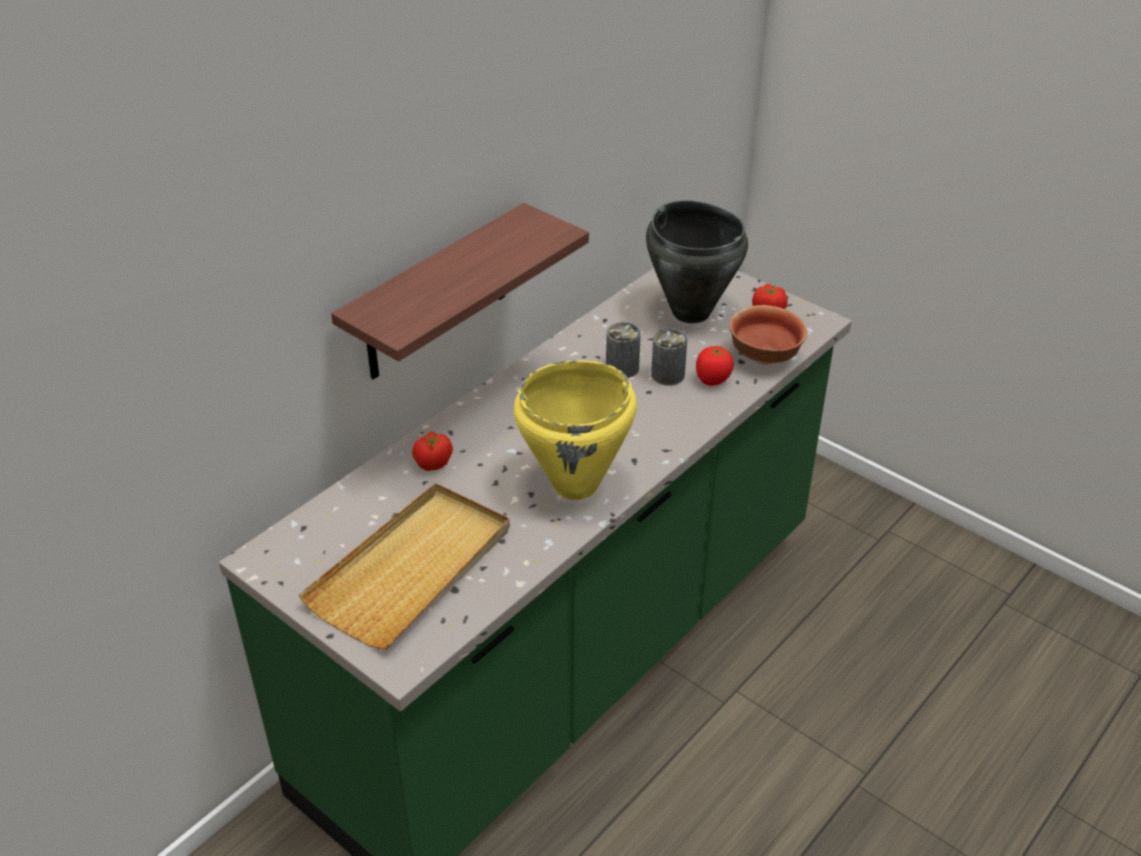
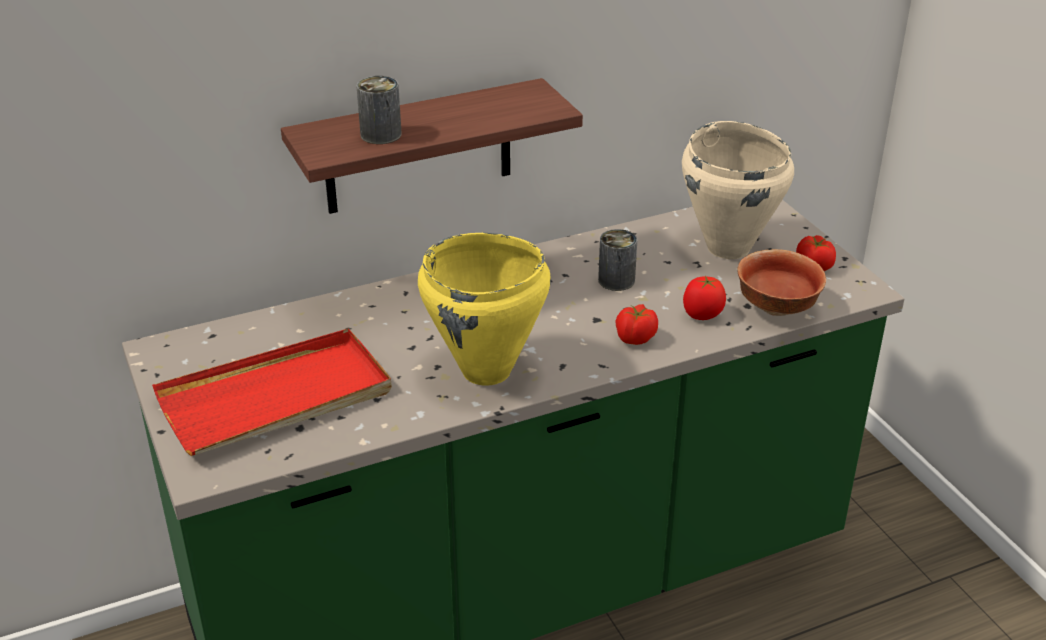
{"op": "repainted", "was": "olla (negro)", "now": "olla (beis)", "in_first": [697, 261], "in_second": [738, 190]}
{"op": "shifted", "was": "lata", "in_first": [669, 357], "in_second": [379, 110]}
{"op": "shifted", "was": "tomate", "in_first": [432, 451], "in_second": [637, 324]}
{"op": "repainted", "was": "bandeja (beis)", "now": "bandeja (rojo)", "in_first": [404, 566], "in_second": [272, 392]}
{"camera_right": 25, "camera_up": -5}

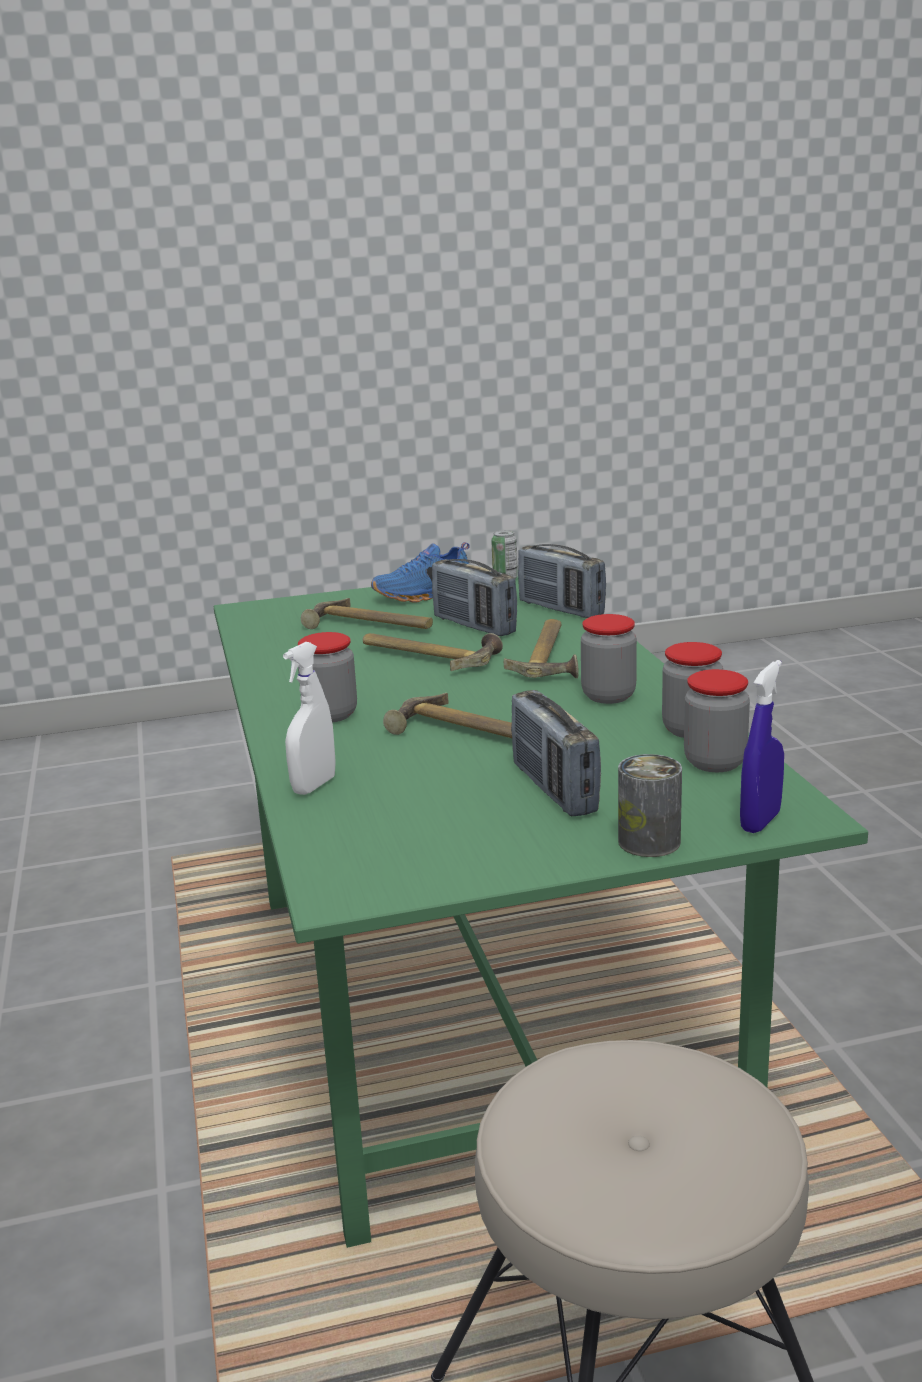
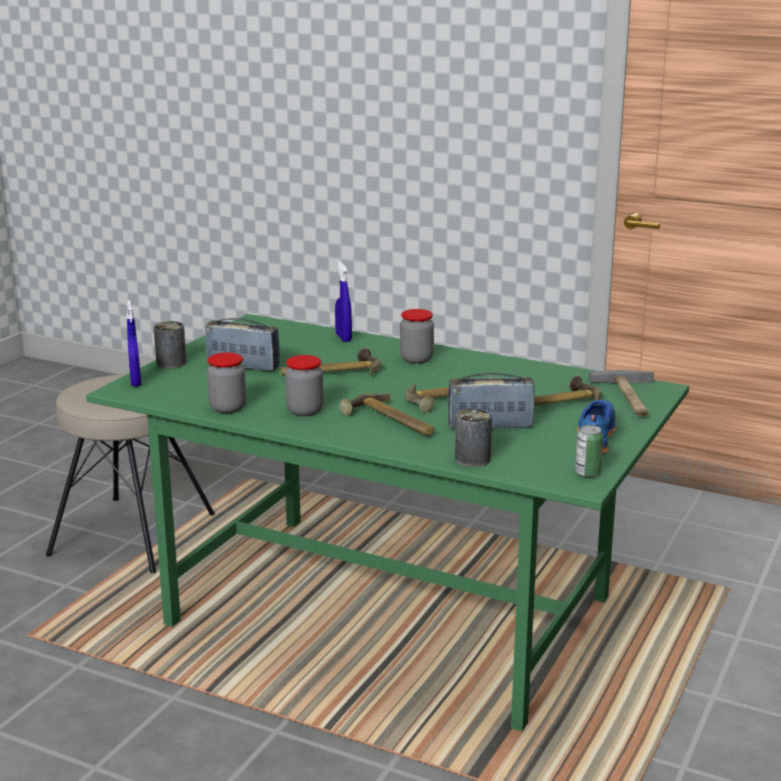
{"op": "swapped", "was": "radio", "now": "lata", "in_first": [562, 581], "in_second": [473, 437]}
{"op": "repainted", "was": "pulverizador (blanco)", "now": "pulverizador (azul)", "in_first": [309, 718], "in_second": [343, 302]}
{"op": "gone", "was": "tarro", "in_first": [717, 720]}
{"op": "new", "now": "martillo", "in_second": [621, 393]}
{"camera_right": 130, "camera_up": 0}

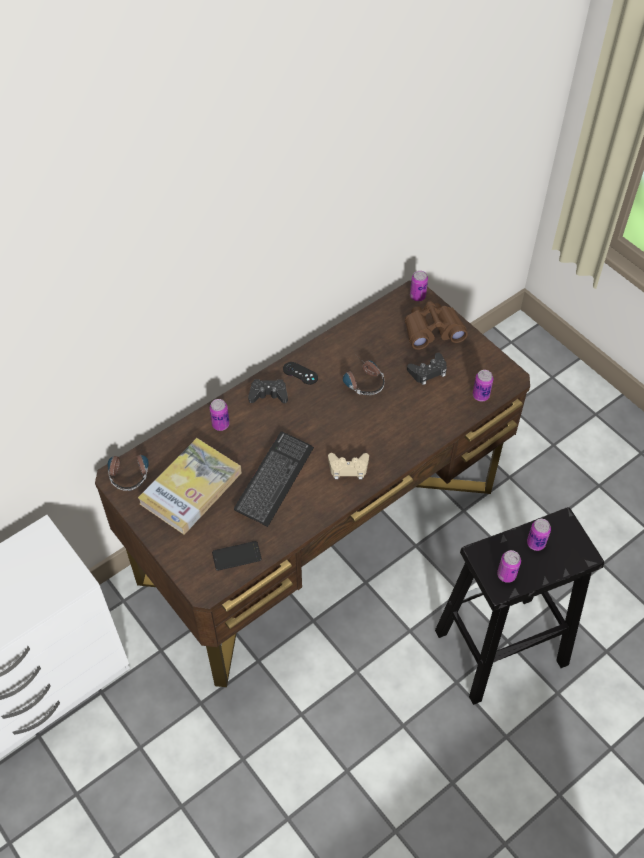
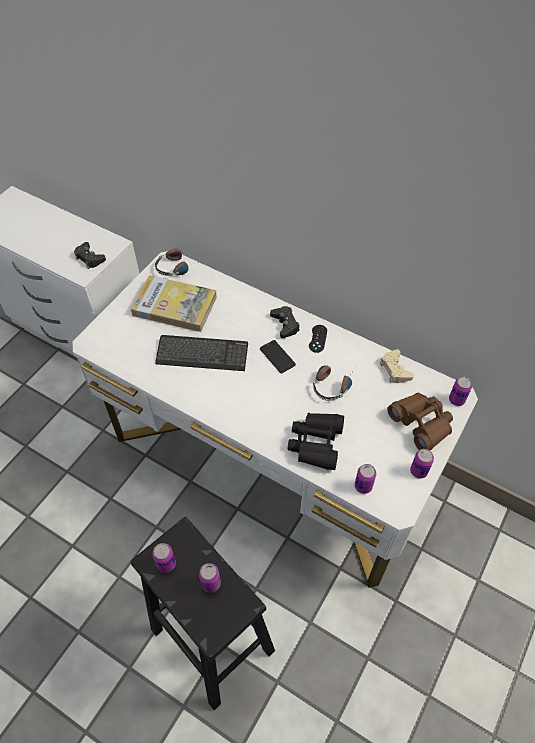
{"op": "repainted", "was": "escritorio (marrón)", "now": "escritorio (blanco)", "in_first": [312, 484], "in_second": [275, 419]}
{"op": "shifted", "was": "mando de consola (negro)", "in_first": [427, 369], "in_second": [90, 255]}
{"op": "shifted", "was": "lata", "in_first": [220, 415], "in_second": [422, 464]}
{"op": "shifted", "was": "mando de consola (beis)", "in_first": [348, 466], "in_second": [397, 366]}
{"op": "shifted", "was": "móvil", "in_first": [237, 556], "in_second": [278, 356]}
{"op": "new", "now": "prismáticos (negro)", "in_second": [316, 441]}
{"camera_right": 70, "camera_up": 0}

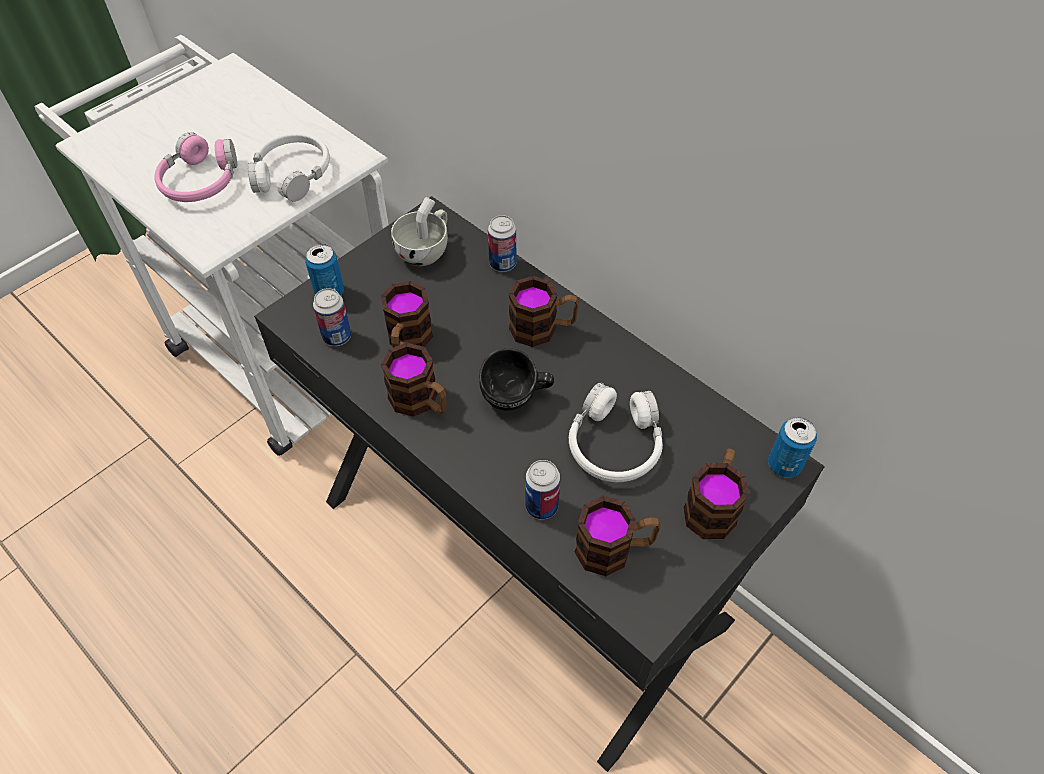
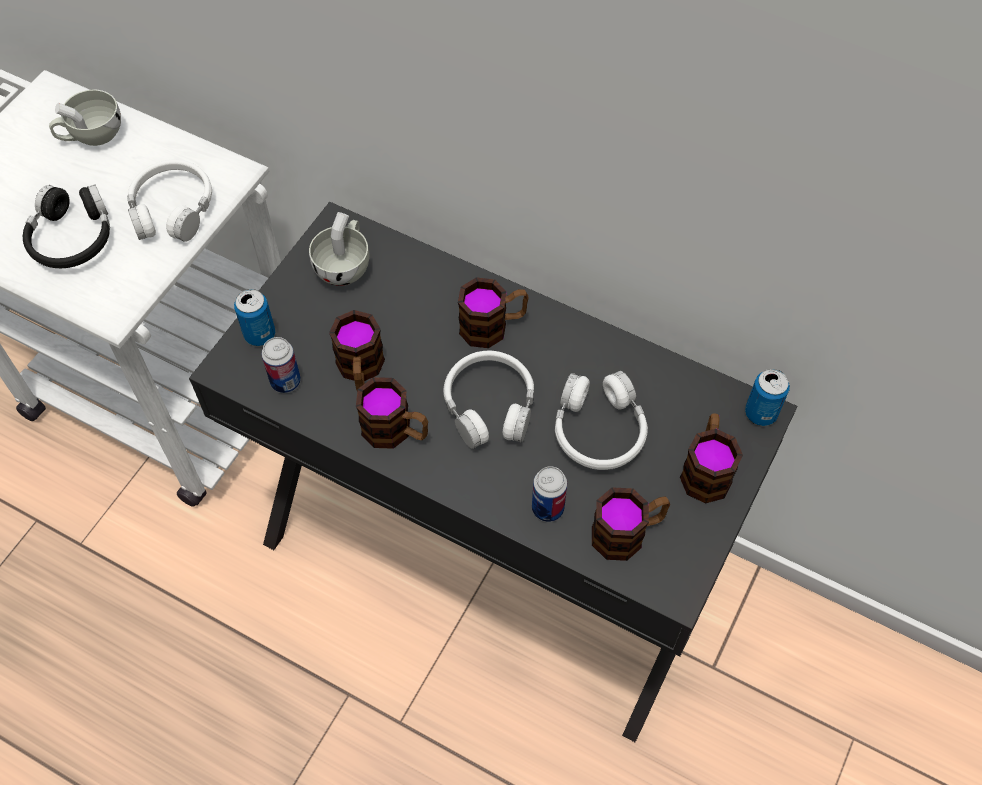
{"op": "repainted", "was": "auriculares (rosa)", "now": "auriculares (negro)", "in_first": [196, 167], "in_second": [66, 226]}
{"op": "gone", "was": "lata", "in_first": [502, 243]}
{"op": "swapped", "was": "taza grande (negro)", "now": "auriculares (blanco)", "in_first": [516, 379], "in_second": [488, 399]}
{"op": "new", "now": "taza (blanco)", "in_second": [85, 118]}
{"camera_right": -15, "camera_up": 5}

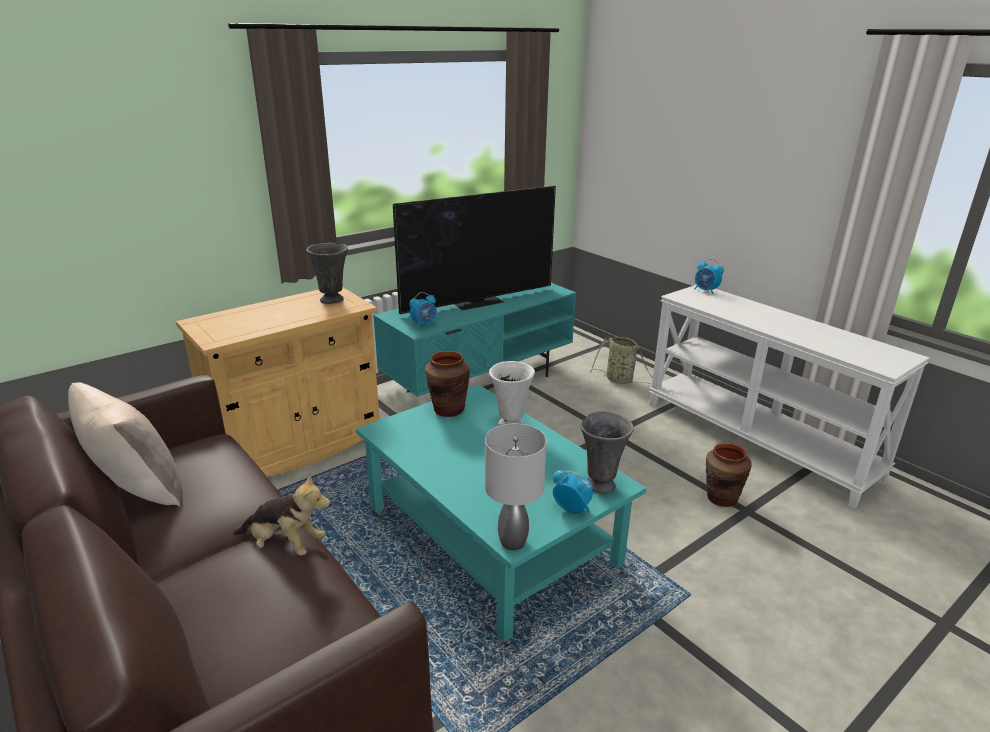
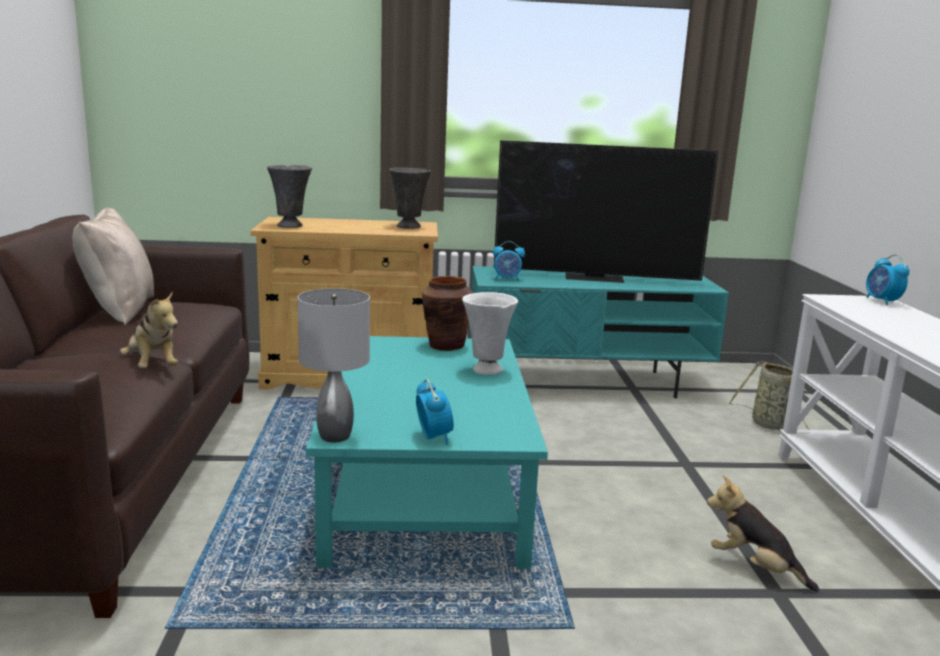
{"op": "shifted", "was": "florero (gris)", "in_first": [607, 452], "in_second": [289, 196]}
{"op": "swapped", "was": "florero (marrón)", "now": "peluche", "in_first": [729, 475], "in_second": [763, 533]}
{"camera_right": 35, "camera_up": -10}

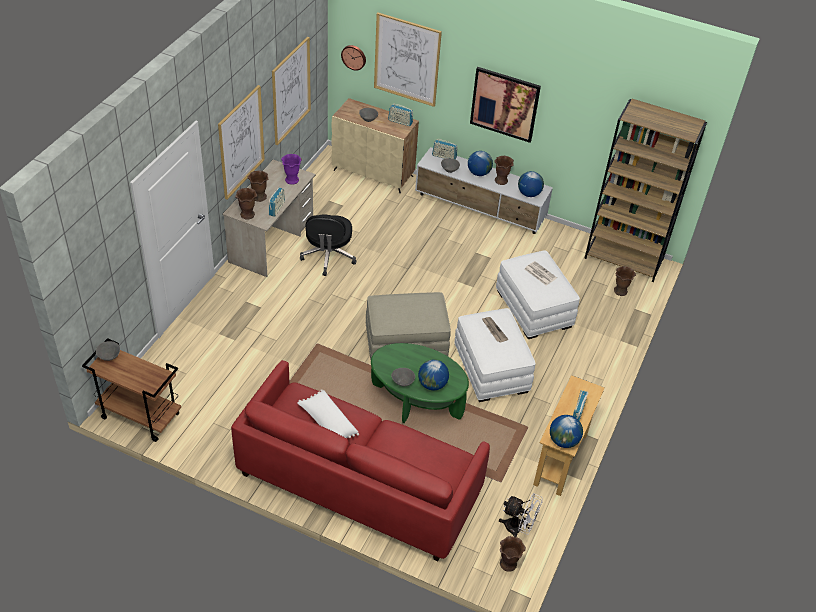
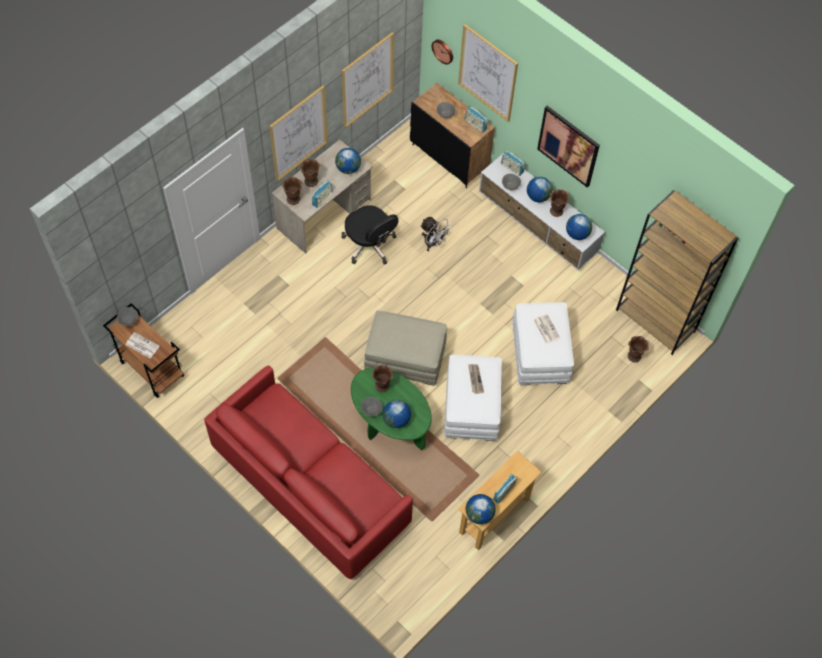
{"op": "repainted", "was": "armario (beis)", "now": "armario (negro)", "in_first": [375, 146], "in_second": [452, 135]}
{"op": "swapped", "was": "florero (morado)", "now": "globo terráqueo", "in_first": [291, 169], "in_second": [348, 161]}
{"op": "rotated", "was": "silla de oficina (negro)", "in_first": [328, 245], "in_second": [369, 234], "clockwise": -60}
{"op": "gone", "was": "cojín (blanco)", "in_first": [328, 414]}
{"op": "shifted", "was": "ventilador (blanco)", "in_first": [521, 515], "in_second": [436, 234]}
{"op": "shifted", "was": "florero (marrón)", "in_first": [513, 554], "in_second": [382, 378]}
{"op": "new", "now": "periódico", "in_second": [143, 345]}
{"camera_right": 20, "camera_up": 15}

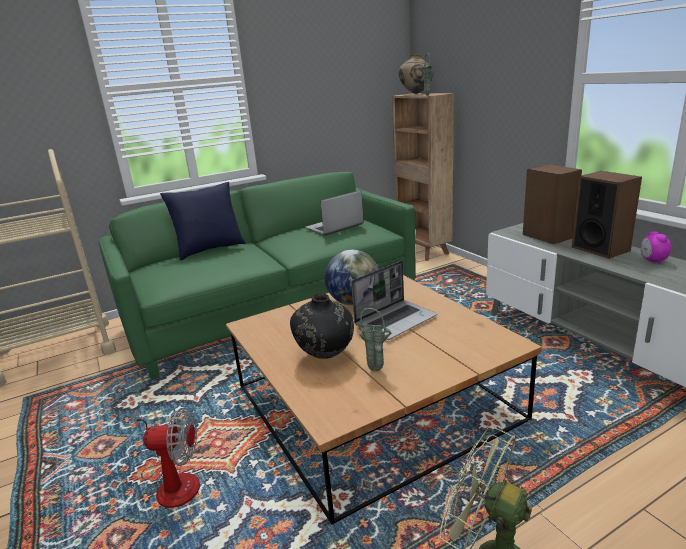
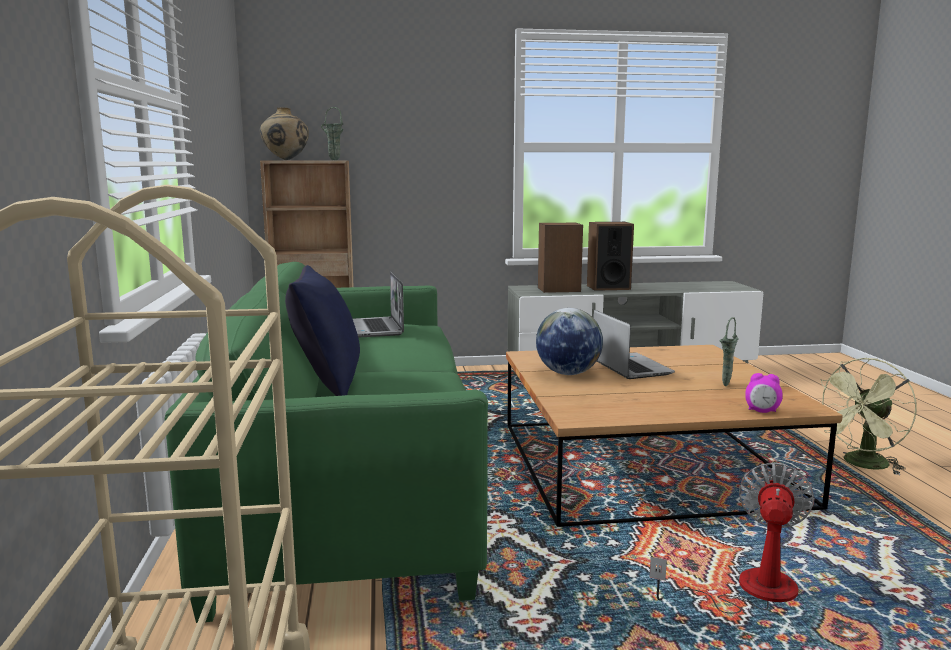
{"op": "shifted", "was": "despertador", "in_first": [656, 247], "in_second": [764, 393]}
{"op": "gone", "was": "florero (negro)", "in_first": [322, 326]}
{"camera_right": -70, "camera_up": -10}

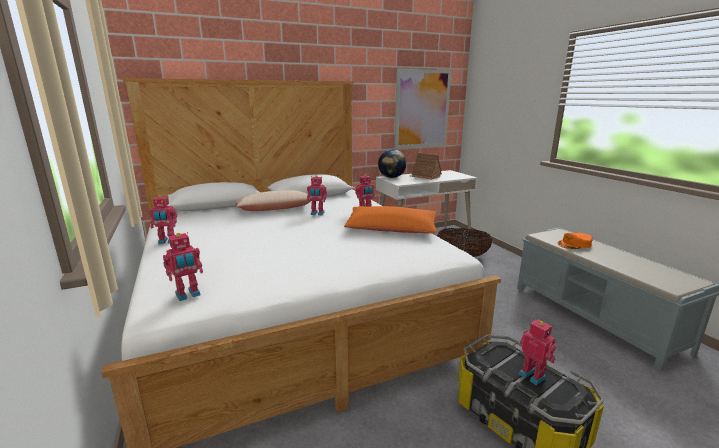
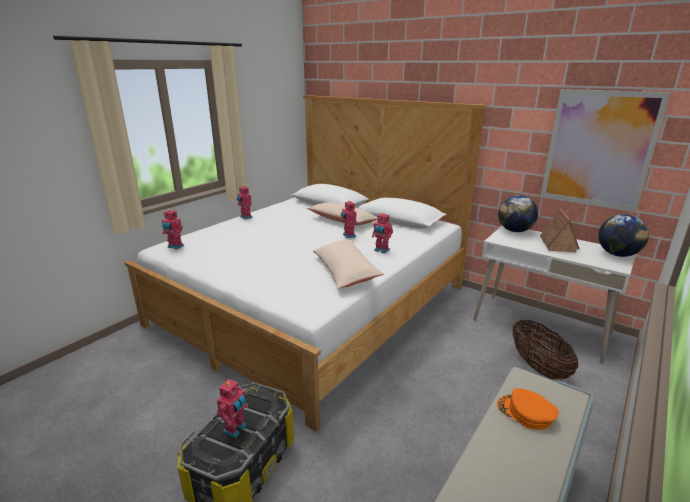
{"op": "repainted", "was": "cojín (naranja)", "now": "cojín (beis)", "in_first": [390, 219], "in_second": [348, 264]}
{"op": "new", "now": "globo terráqueo", "in_second": [623, 235]}
{"camera_right": 60, "camera_up": 5}

